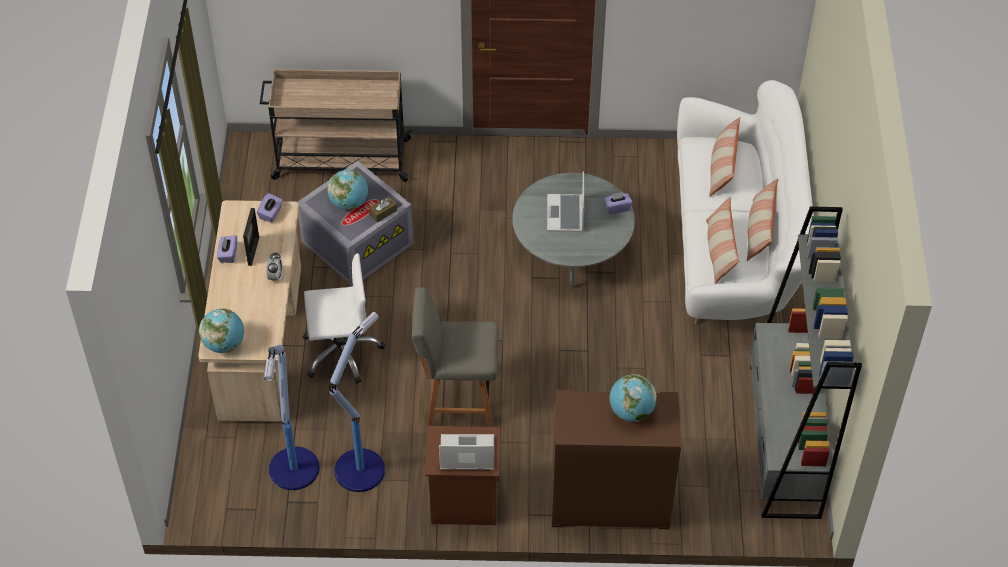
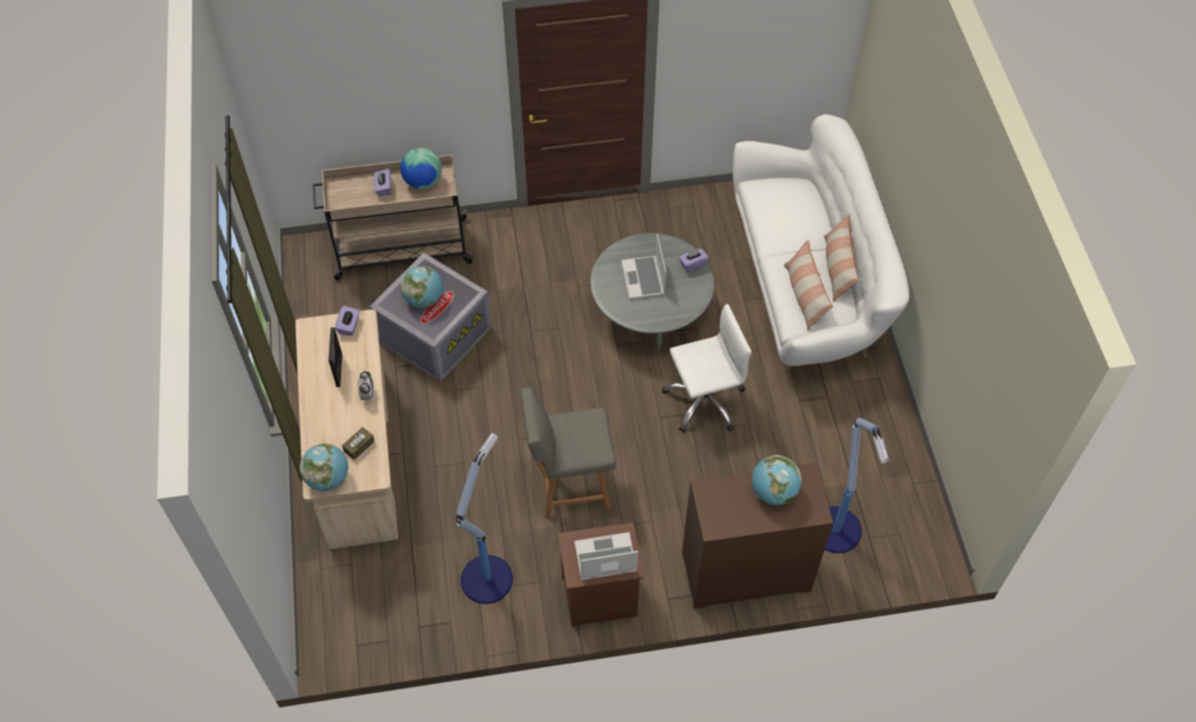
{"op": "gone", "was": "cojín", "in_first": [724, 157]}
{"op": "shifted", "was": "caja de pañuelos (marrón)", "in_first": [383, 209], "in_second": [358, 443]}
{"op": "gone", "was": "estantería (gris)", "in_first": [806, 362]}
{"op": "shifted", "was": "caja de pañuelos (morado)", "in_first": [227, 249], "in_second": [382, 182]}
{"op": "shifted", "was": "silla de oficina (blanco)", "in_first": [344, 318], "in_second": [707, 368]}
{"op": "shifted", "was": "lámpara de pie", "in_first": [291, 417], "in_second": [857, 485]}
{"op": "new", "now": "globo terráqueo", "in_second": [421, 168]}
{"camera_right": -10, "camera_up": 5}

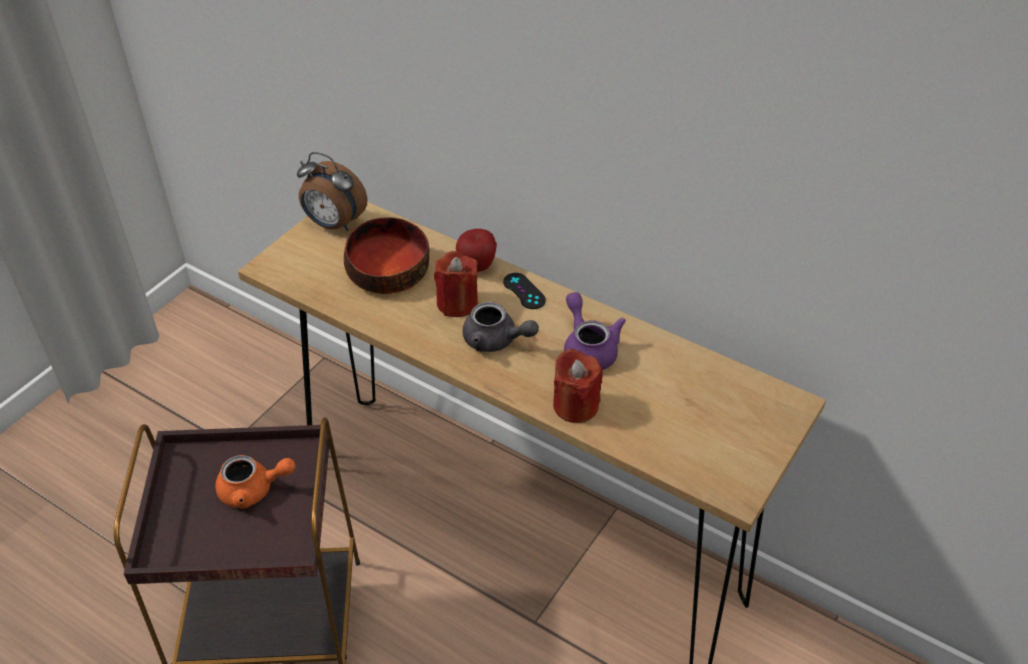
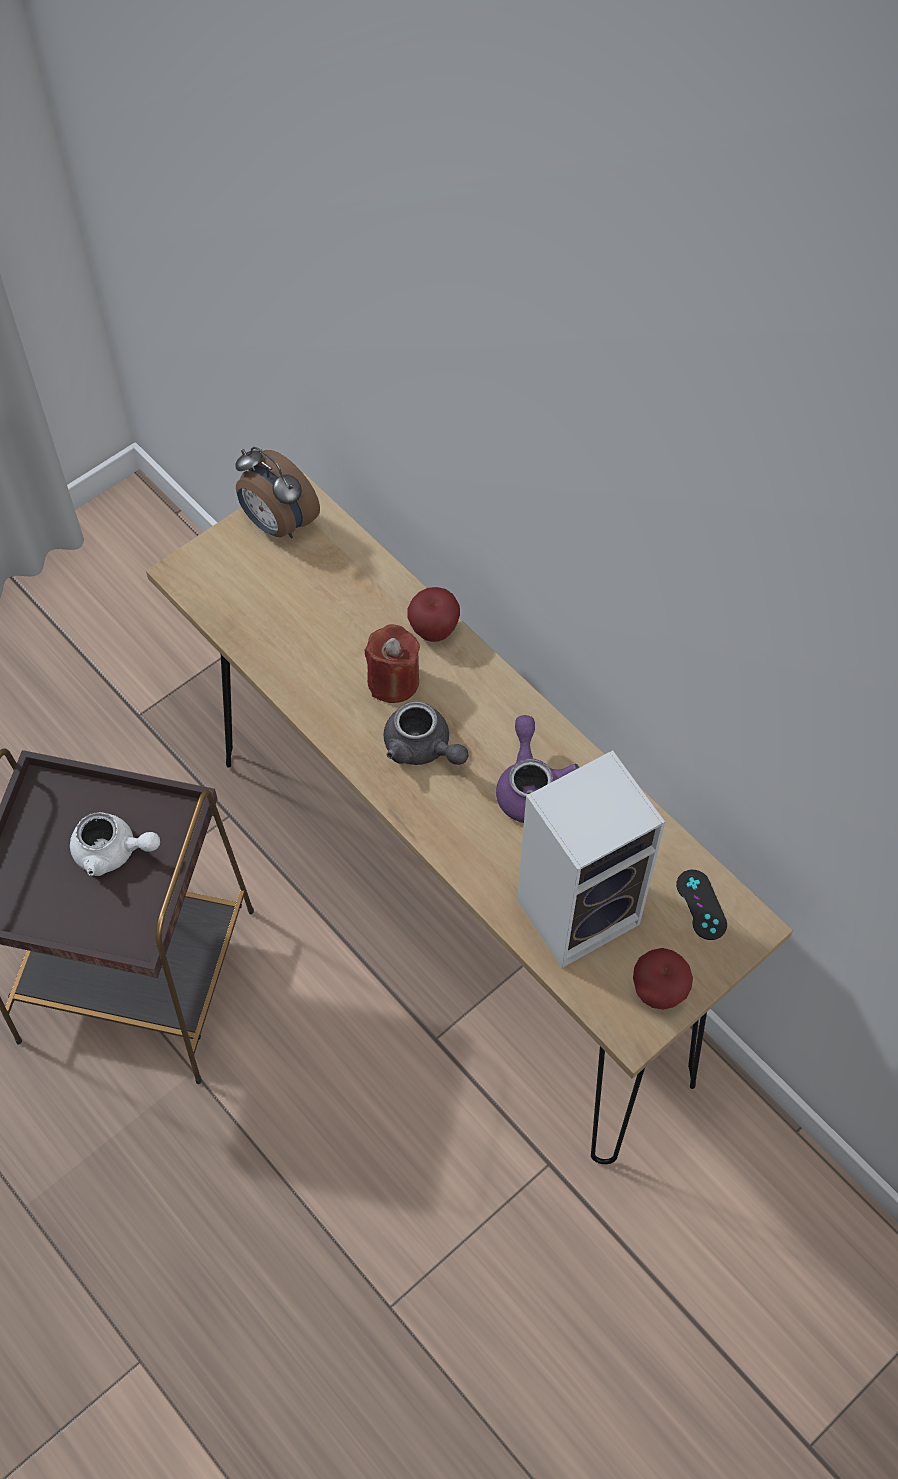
{"op": "gone", "was": "cuenco", "in_first": [386, 255]}
{"op": "shifted", "was": "mando de consola (negro)", "in_first": [524, 291], "in_second": [701, 905]}
{"op": "gone", "was": "vela (rojo)", "in_first": [578, 385]}
{"op": "repainted", "was": "tetera (naranja)", "now": "tetera (blanco)", "in_first": [255, 482], "in_second": [115, 844]}
{"op": "new", "now": "altavoz", "in_second": [591, 859]}
{"op": "new", "now": "manzana", "in_second": [663, 979]}
{"camera_right": 15, "camera_up": 15}

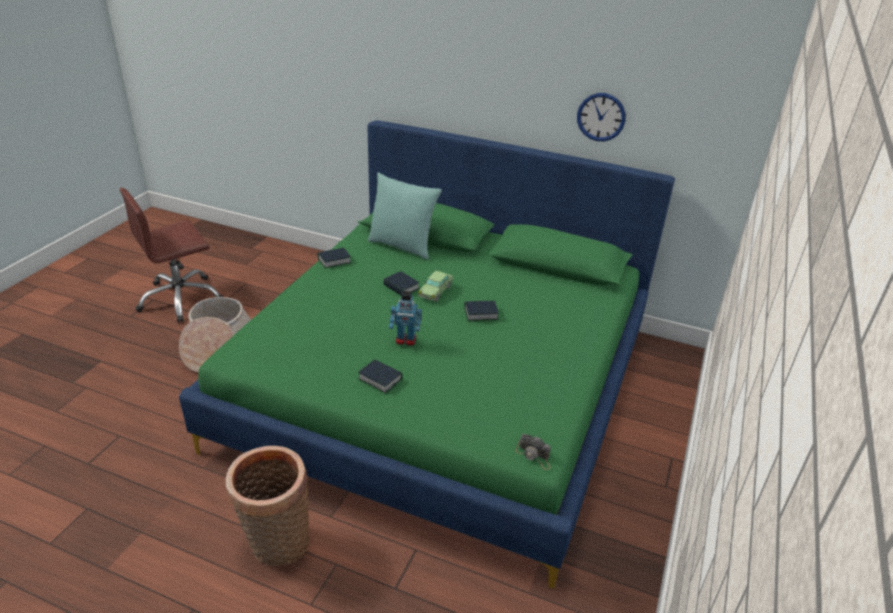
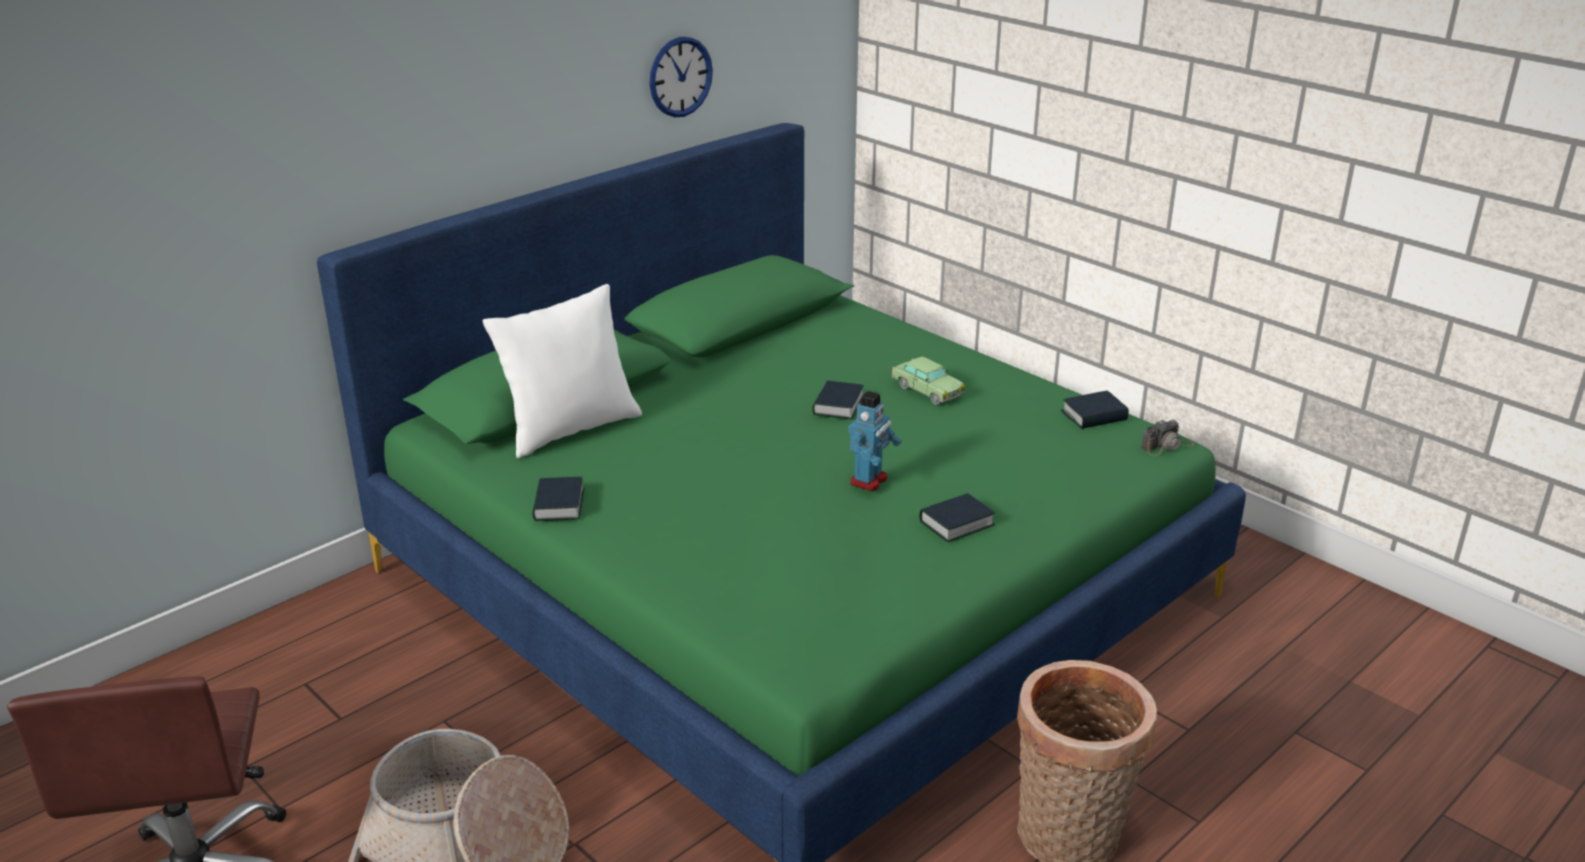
{"op": "repainted", "was": "cojín (turquesa)", "now": "cojín (blanco)", "in_first": [405, 216], "in_second": [562, 371]}
{"op": "shifted", "was": "libro", "in_first": [401, 283], "in_second": [1095, 410]}
{"op": "shifted", "was": "coche de juguete", "in_first": [435, 286], "in_second": [928, 381]}
{"camera_right": -65, "camera_up": -5}

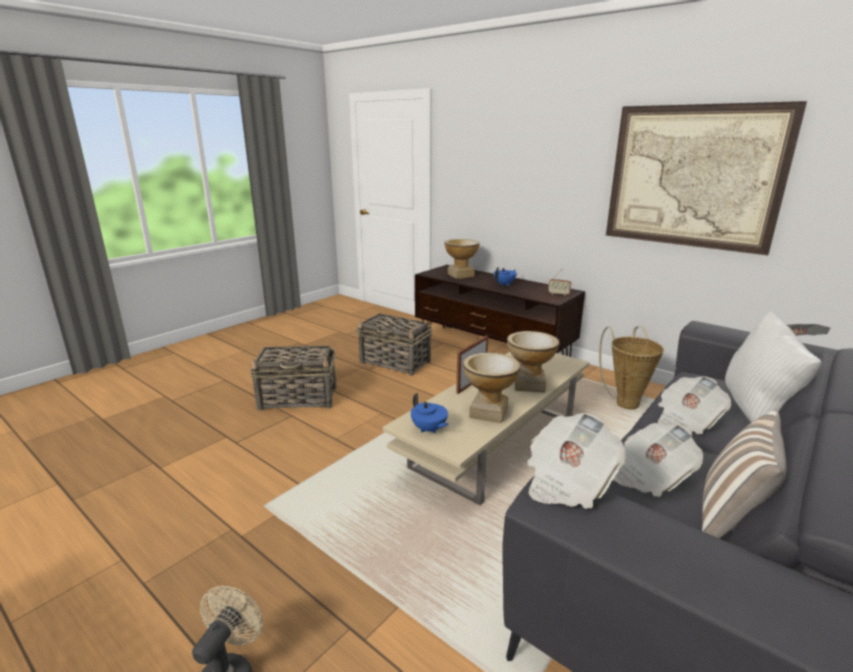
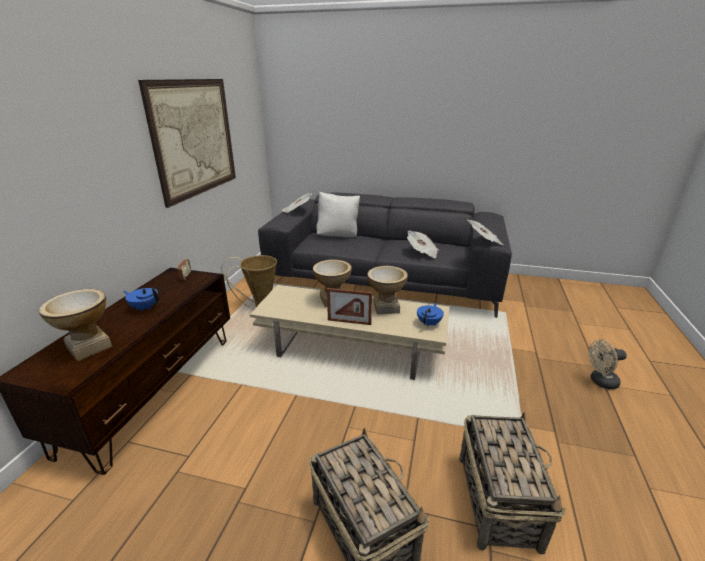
{"op": "shifted", "was": "cesta", "in_first": [394, 345], "in_second": [512, 483]}
{"op": "gone", "was": "periódico", "in_first": [694, 405]}
{"op": "gone", "was": "cojín", "in_first": [744, 474]}
{"camera_right": -115, "camera_up": 5}

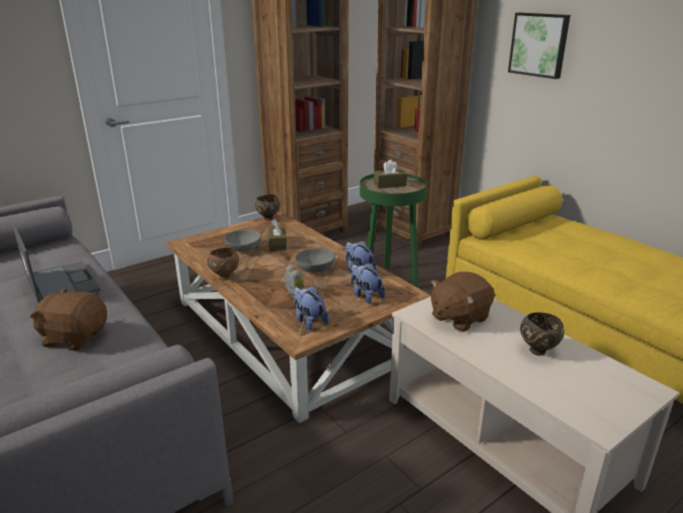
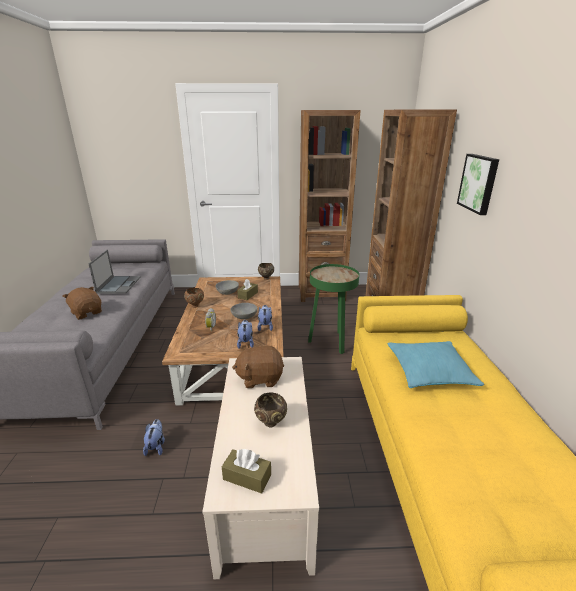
{"op": "shifted", "was": "caja de pañuelos (marrón)", "in_first": [390, 174], "in_second": [246, 471]}
{"op": "shifted", "was": "peluche", "in_first": [311, 308], "in_second": [154, 437]}
{"op": "new", "now": "cojín (turquesa)", "in_second": [435, 364]}
{"camera_right": 35, "camera_up": 0}

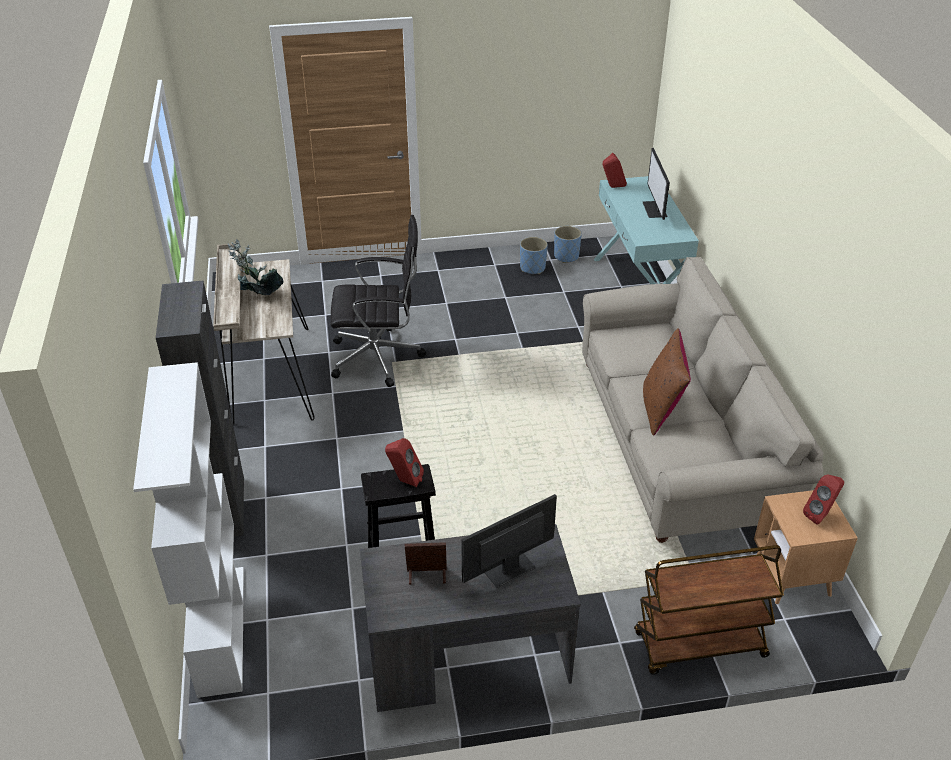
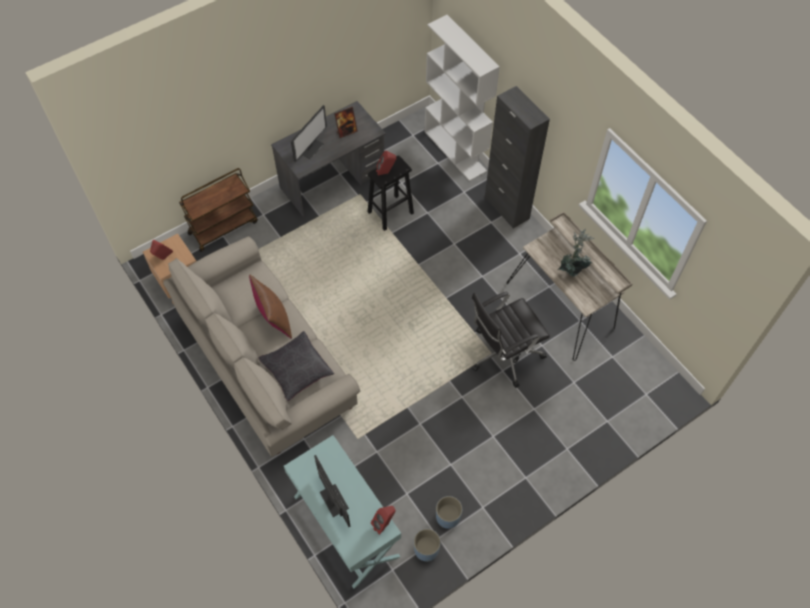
{"op": "new", "now": "cojín (negro)", "in_second": [296, 366]}
{"camera_right": 155, "camera_up": 20}

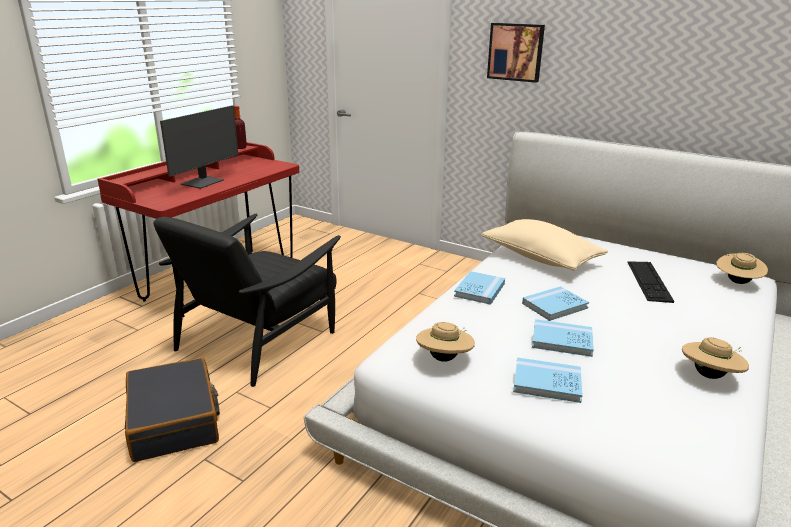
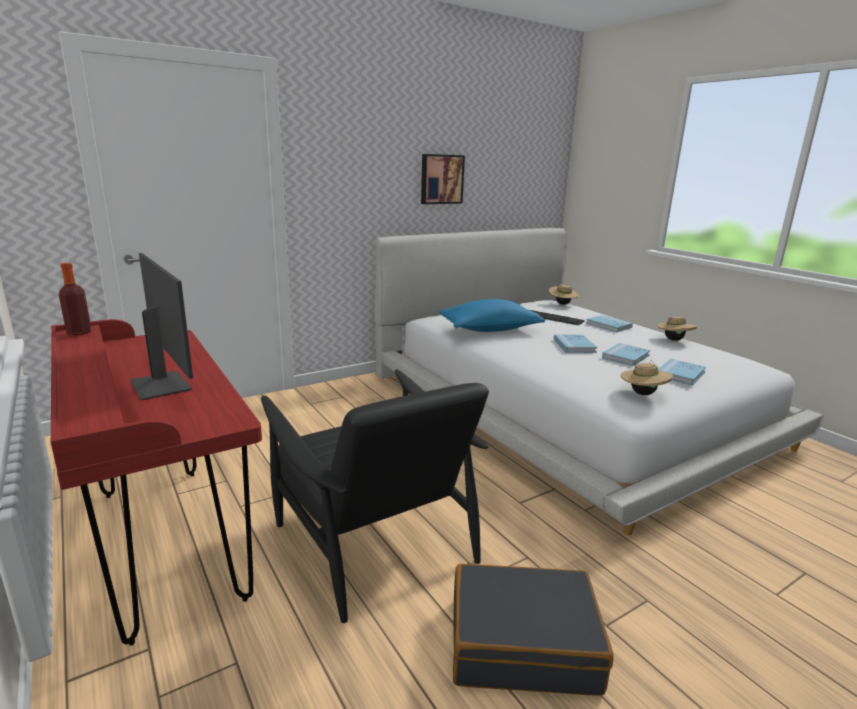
{"op": "shifted", "was": "cuadro", "in_first": [516, 53], "in_second": [443, 179]}
{"op": "repainted", "was": "cojín (beis)", "now": "cojín (azul)", "in_first": [544, 245], "in_second": [492, 315]}
{"op": "shifted", "was": "libro (azul)", "in_first": [479, 288], "in_second": [609, 323]}
{"camera_right": -65, "camera_up": -5}

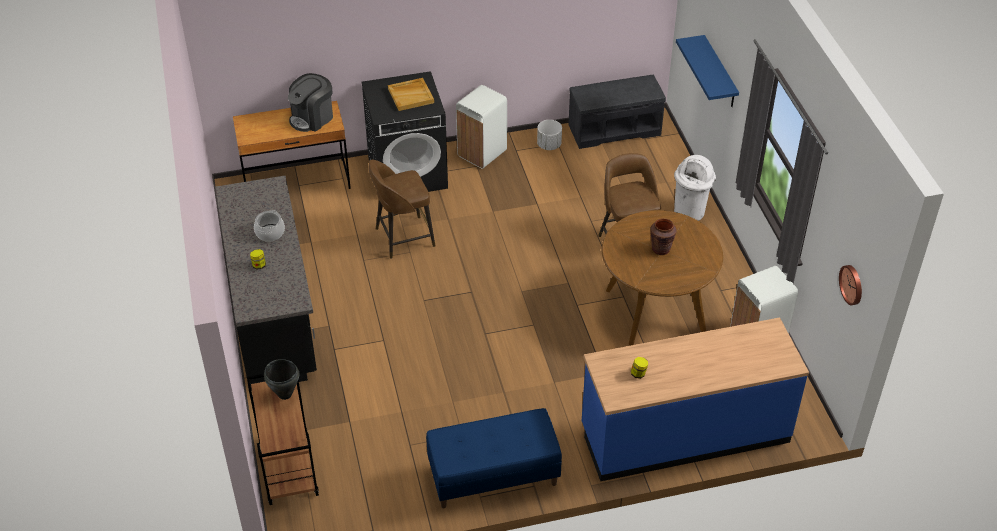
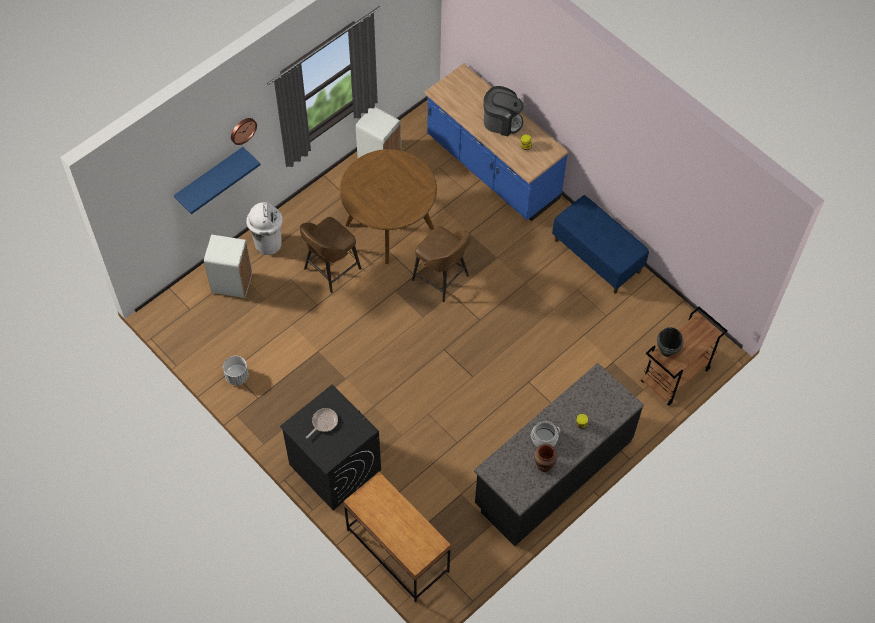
{"op": "shifted", "was": "cafetera", "in_first": [310, 102], "in_second": [503, 111]}
{"op": "gone", "was": "banco (gris)", "in_first": [617, 112]}
{"op": "swapped", "was": "bandeja (beis)", "now": "sartén", "in_first": [411, 94], "in_second": [322, 423]}
{"op": "shifted", "was": "papelera (blanco)", "in_first": [481, 127], "in_second": [228, 266]}
{"op": "shifted", "was": "taburete (marrón)", "in_first": [402, 209], "in_second": [441, 264]}
{"op": "shifted", "was": "florero (marrón)", "in_first": [663, 236], "in_second": [546, 458]}
{"op": "shifted", "was": "reloj de pared", "in_first": [850, 285], "in_second": [244, 131]}
{"camera_right": -120, "camera_up": 15}

